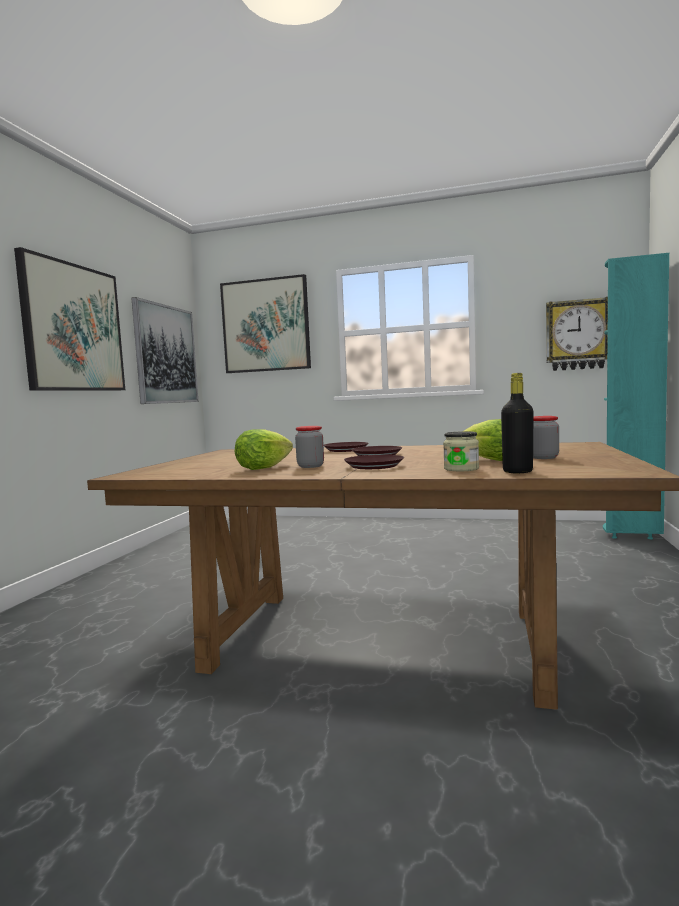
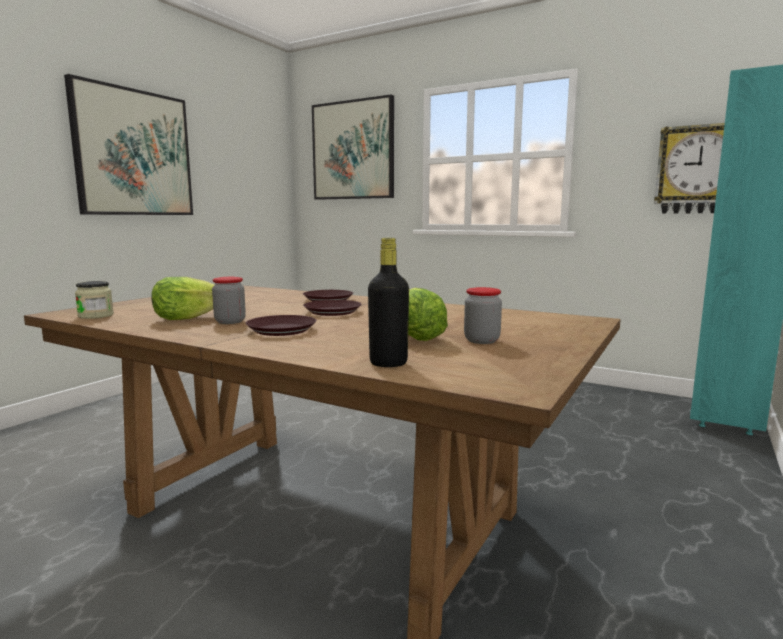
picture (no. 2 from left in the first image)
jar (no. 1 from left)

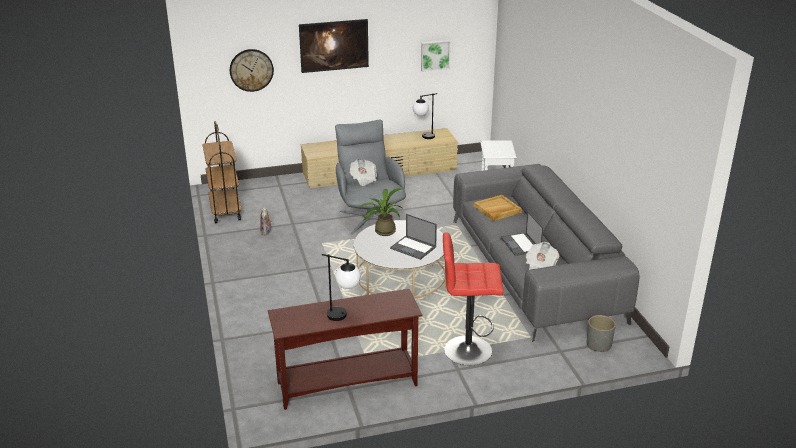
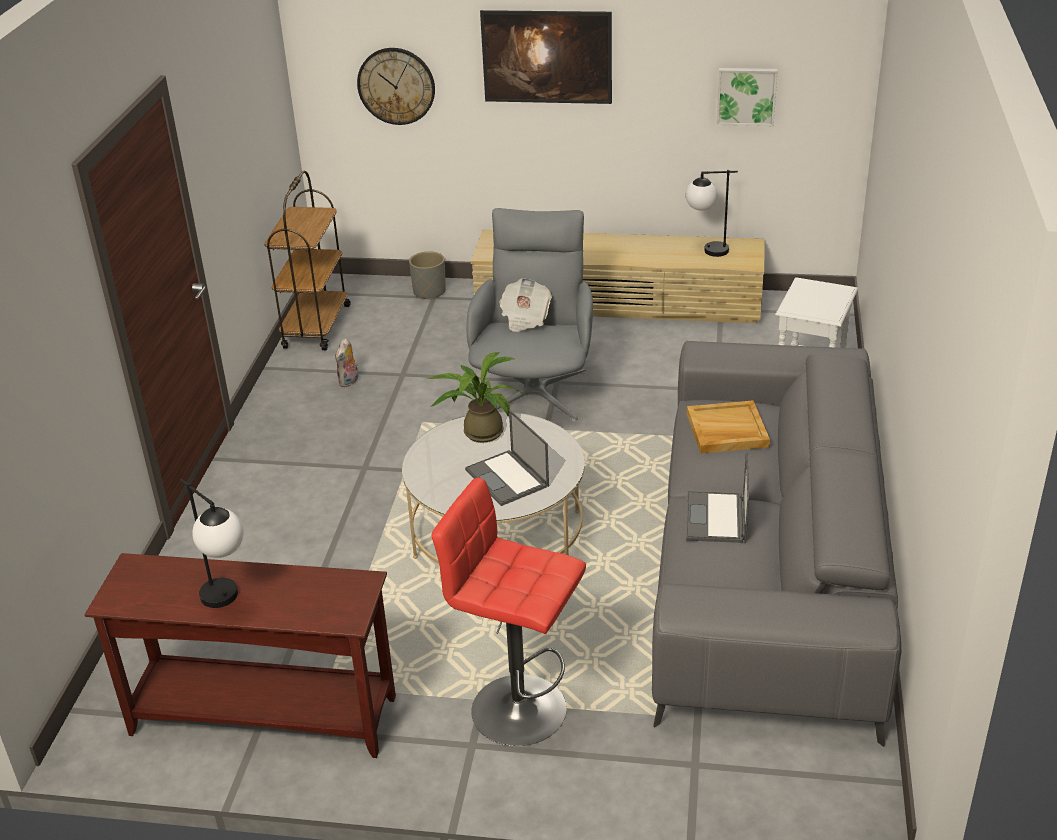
newspaper (no. 2 from left in the first image)
planter (grey)

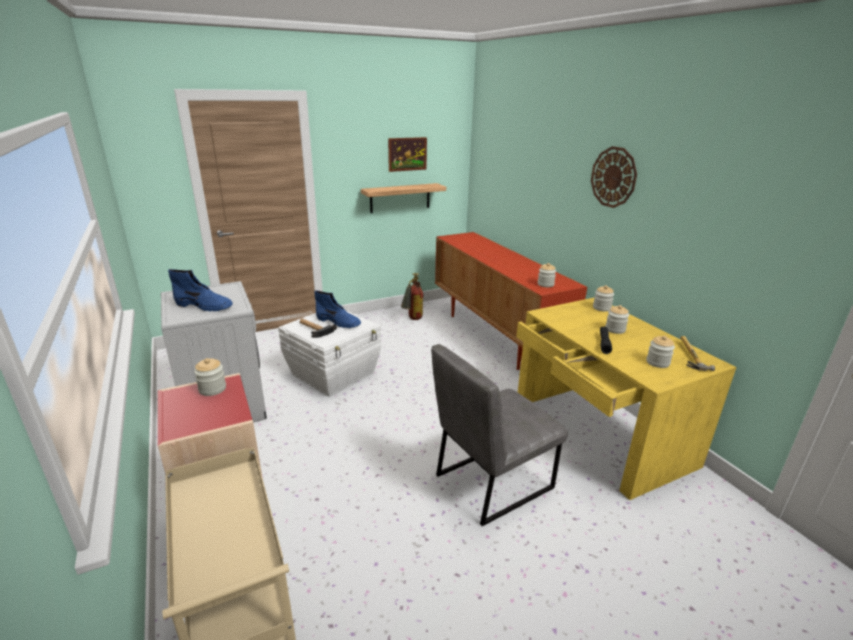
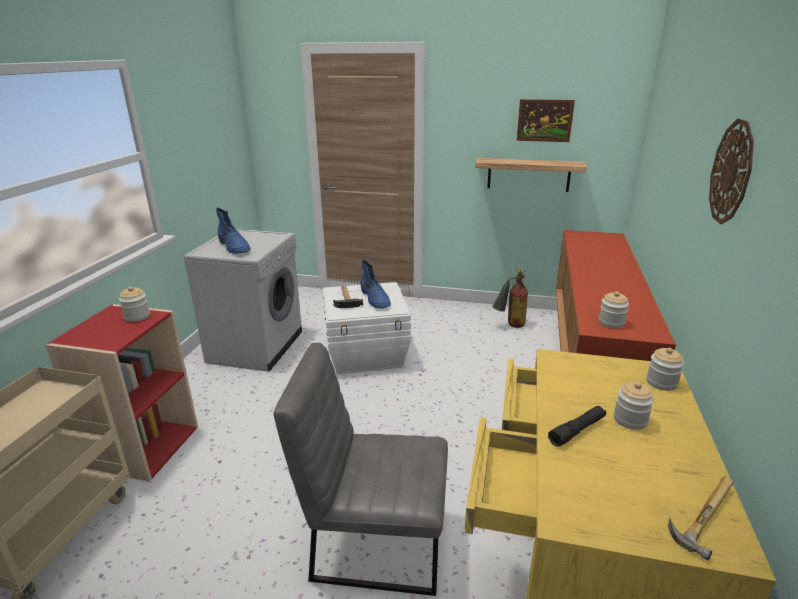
jar (no. 5 from left in the first image)

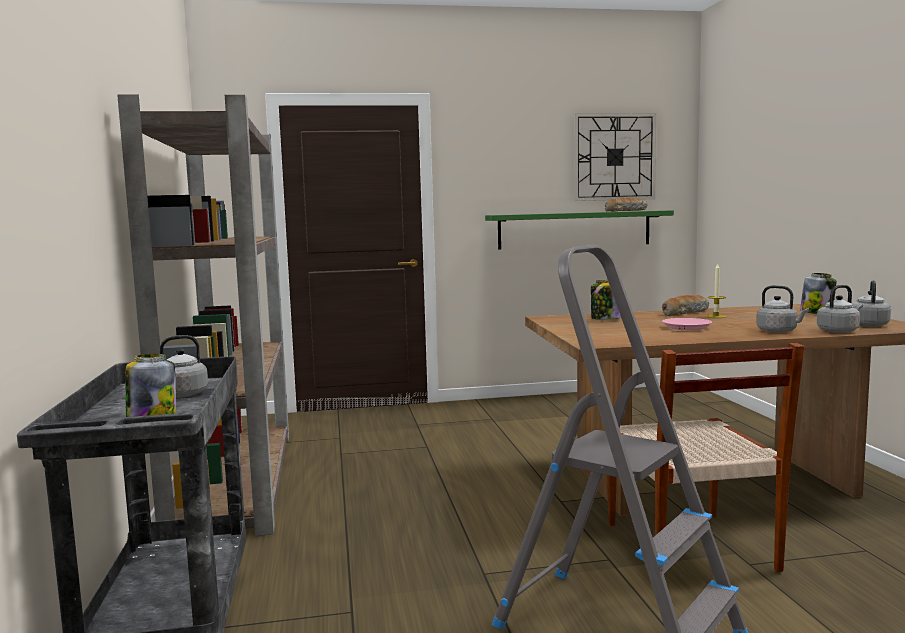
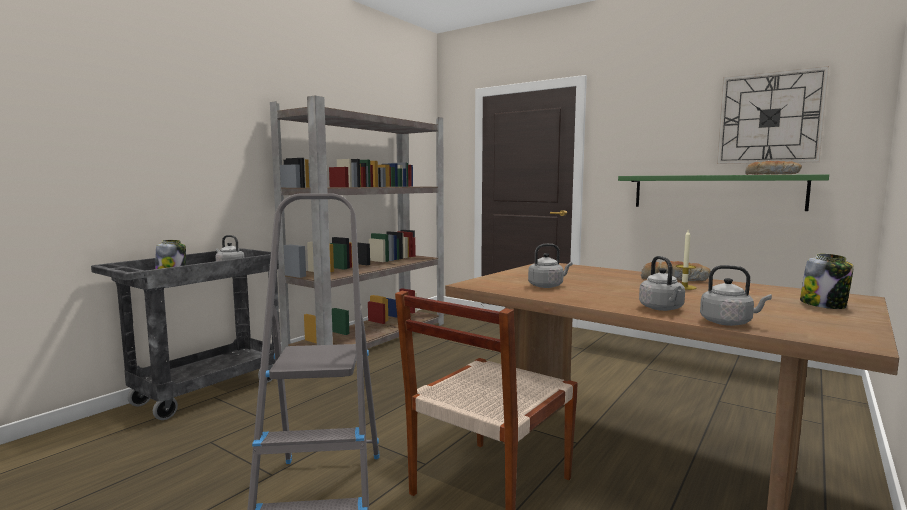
jar (no. 2 from left in the first image)
kettle (grey) (no. 2 from left)
plate (pink)

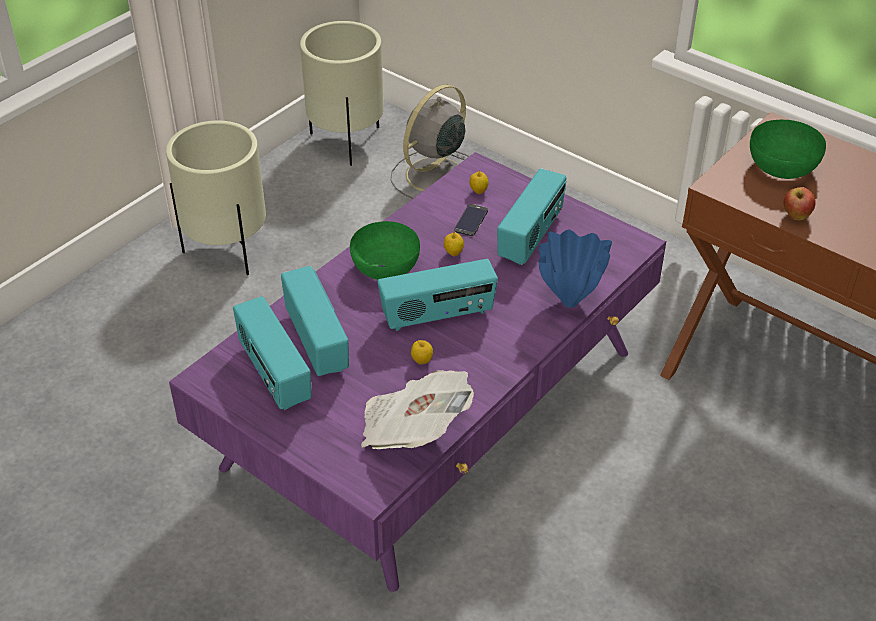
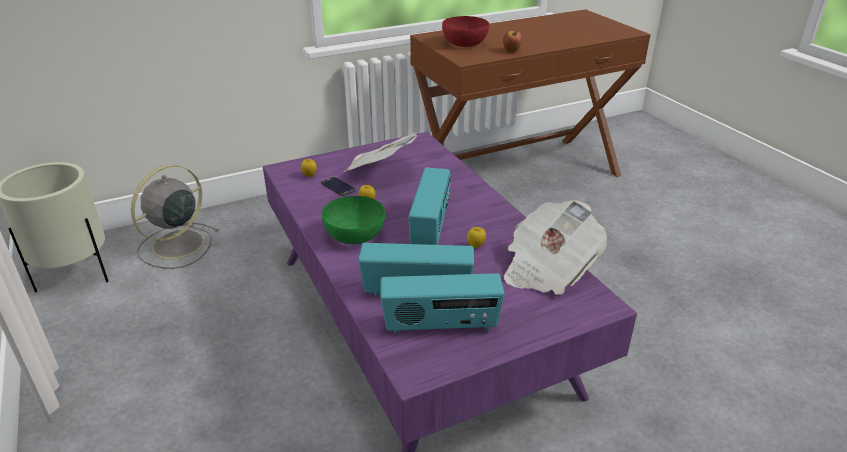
fan (grey)
bowl (red)
planter (beige) (no. 1 from left in the first image)
newspaper (no. 1 from left)
vase (blue)

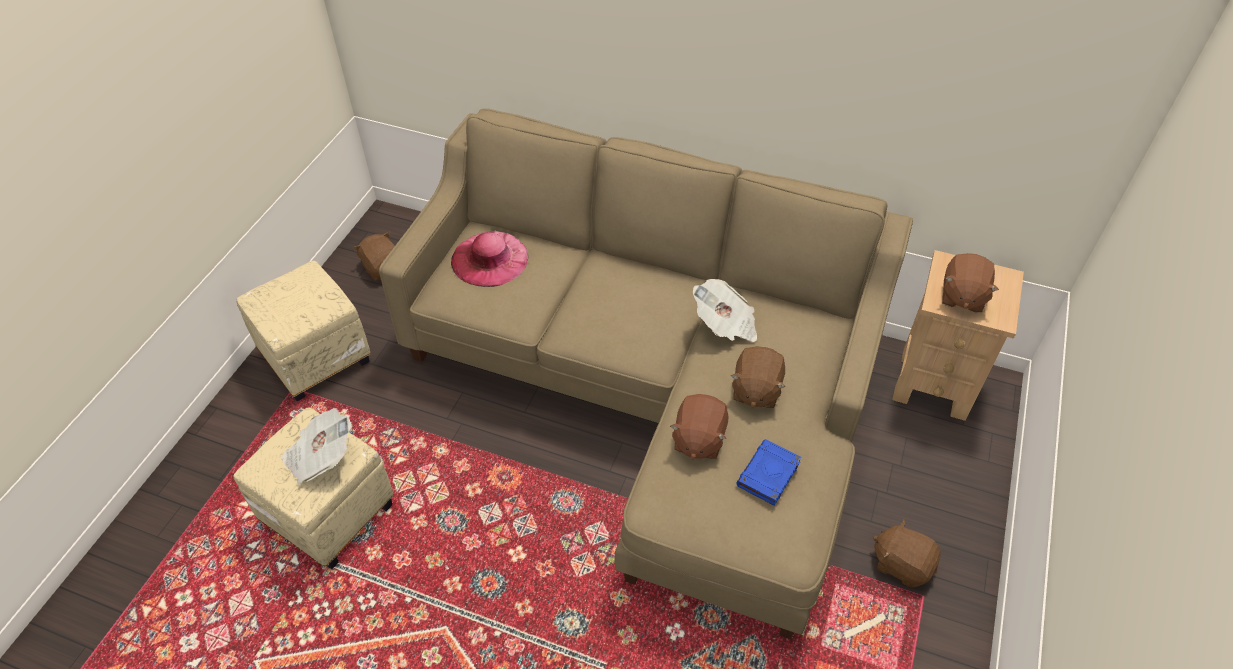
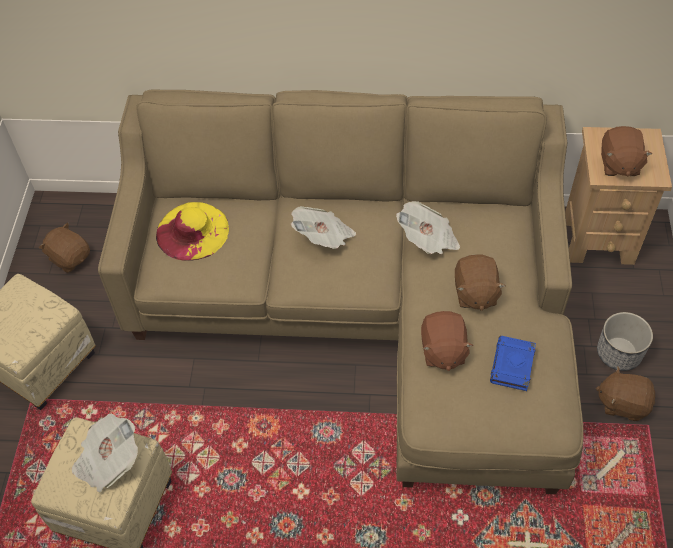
hat (yellow)
newspaper (no. 2 from left)
planter

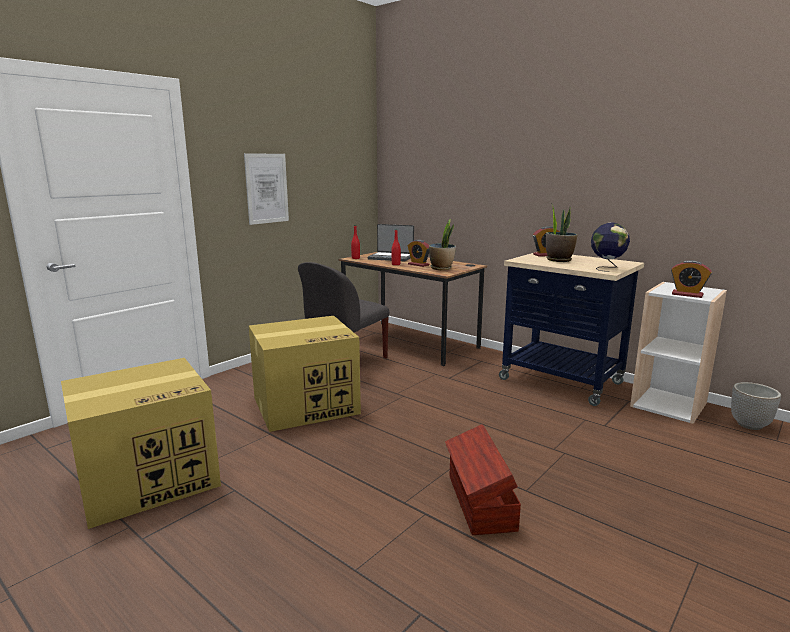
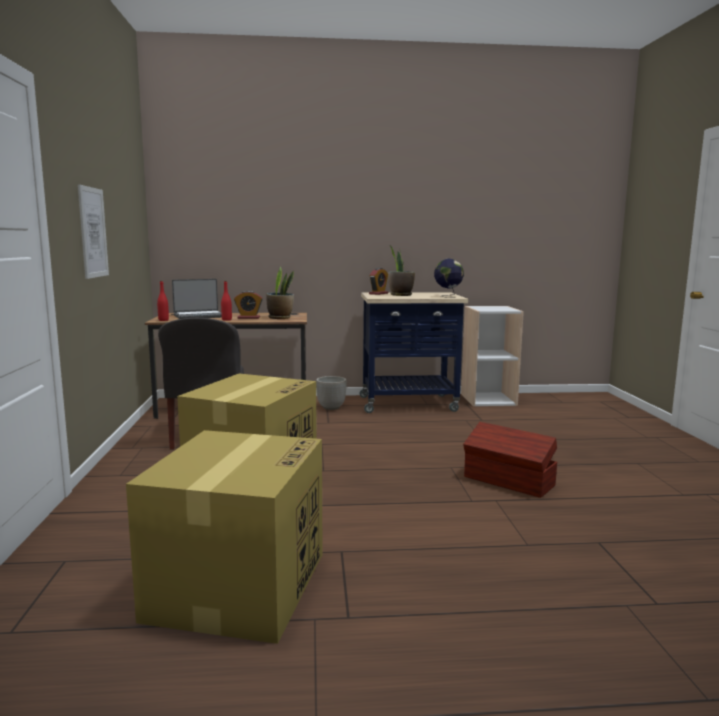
alarm clock (no. 3 from left in the first image)
planter

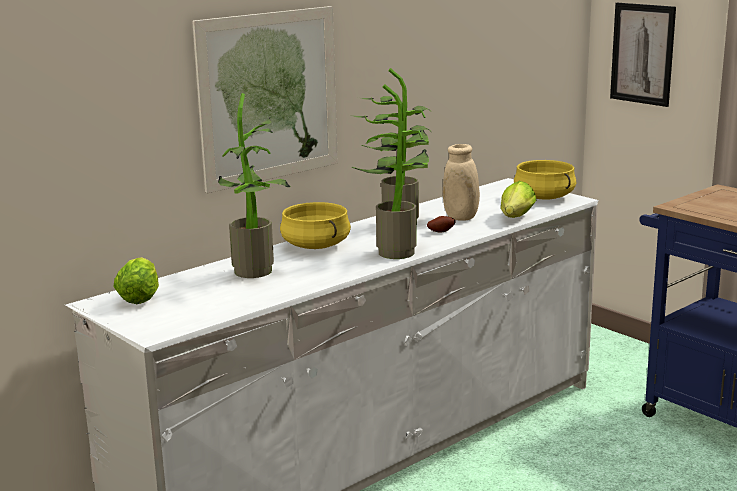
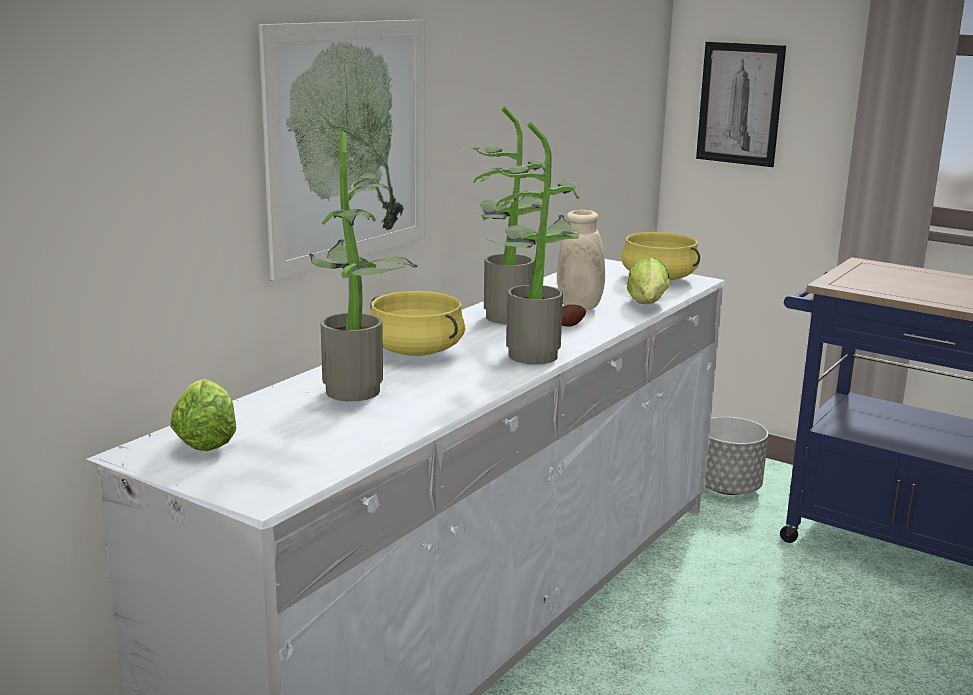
planter (grey)

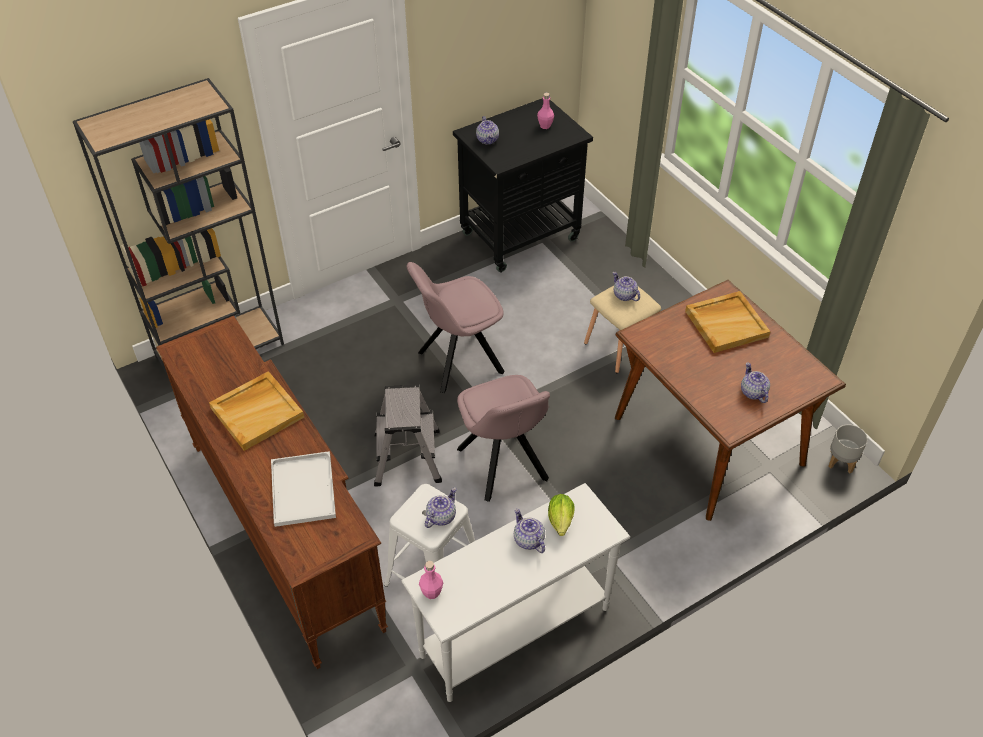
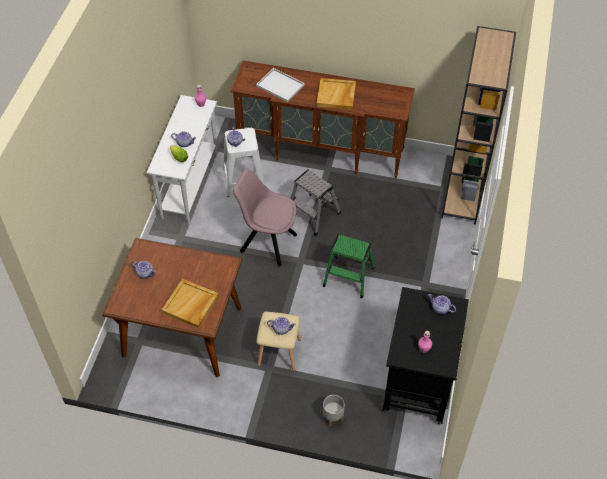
step ladder (green)
planter (grey)

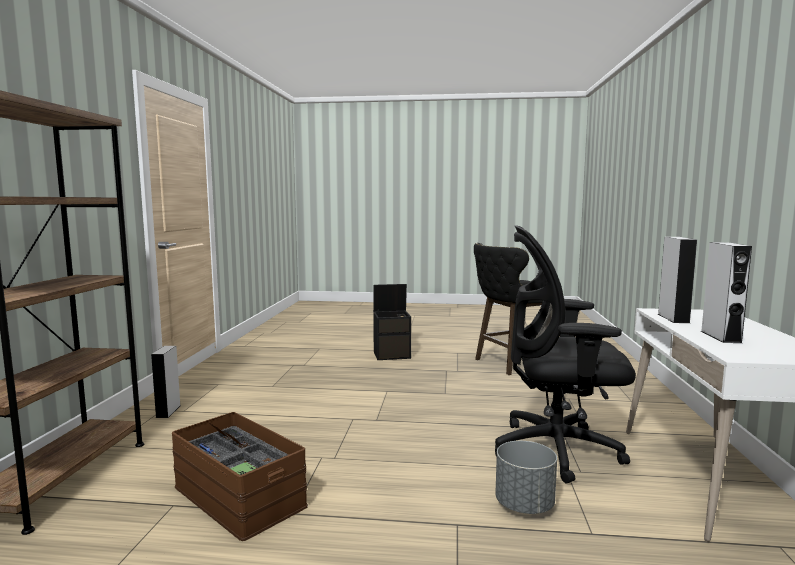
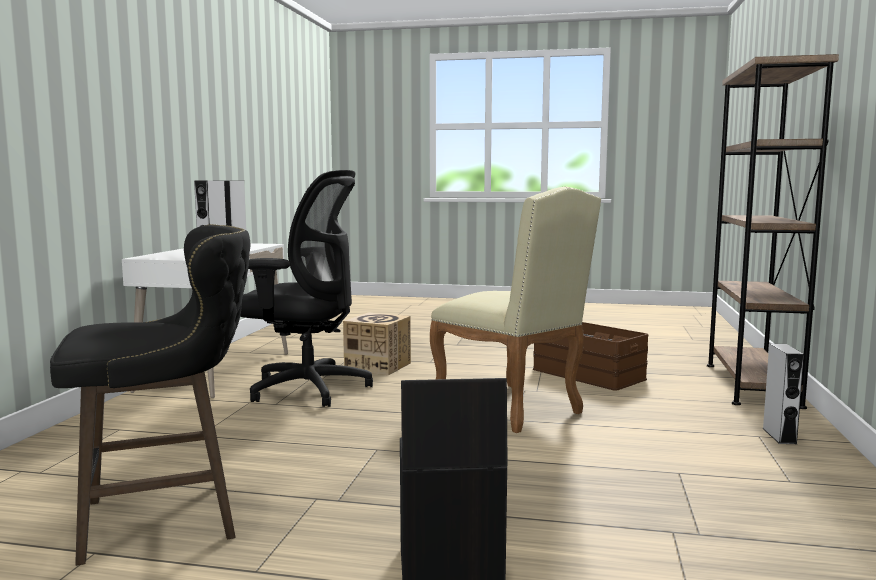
cardboard box
chair (beige)

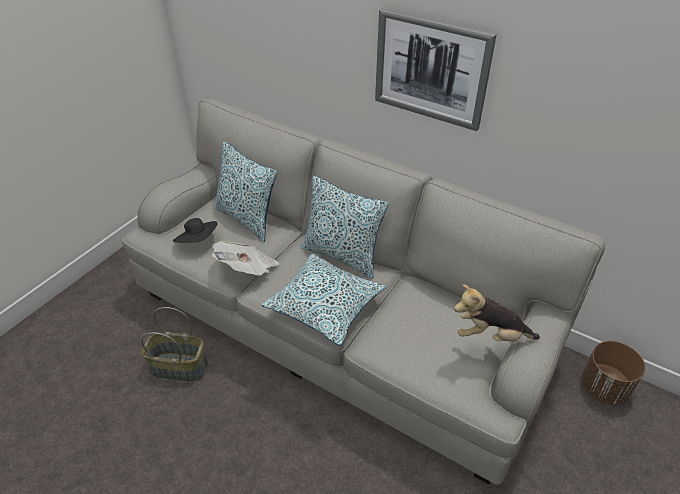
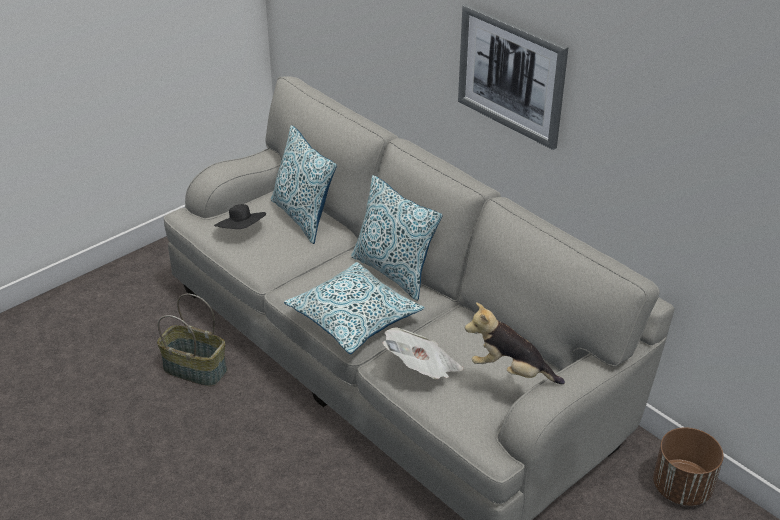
newspaper

